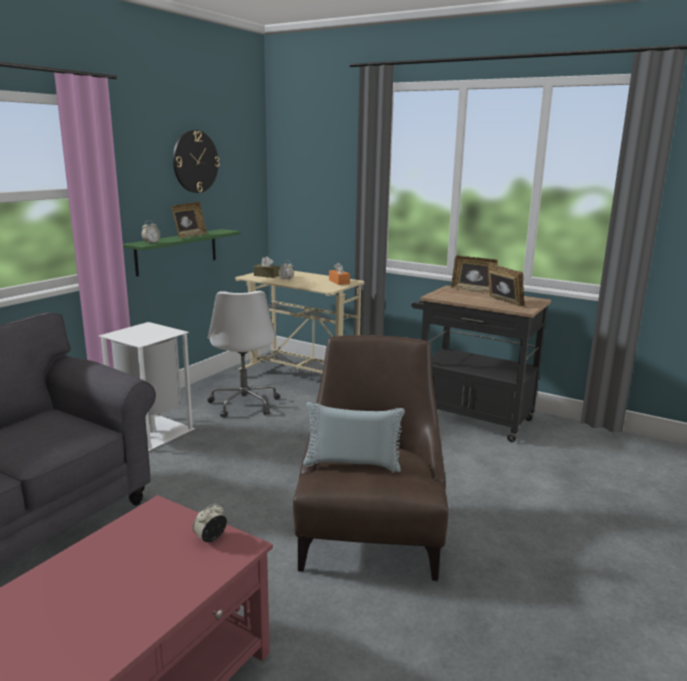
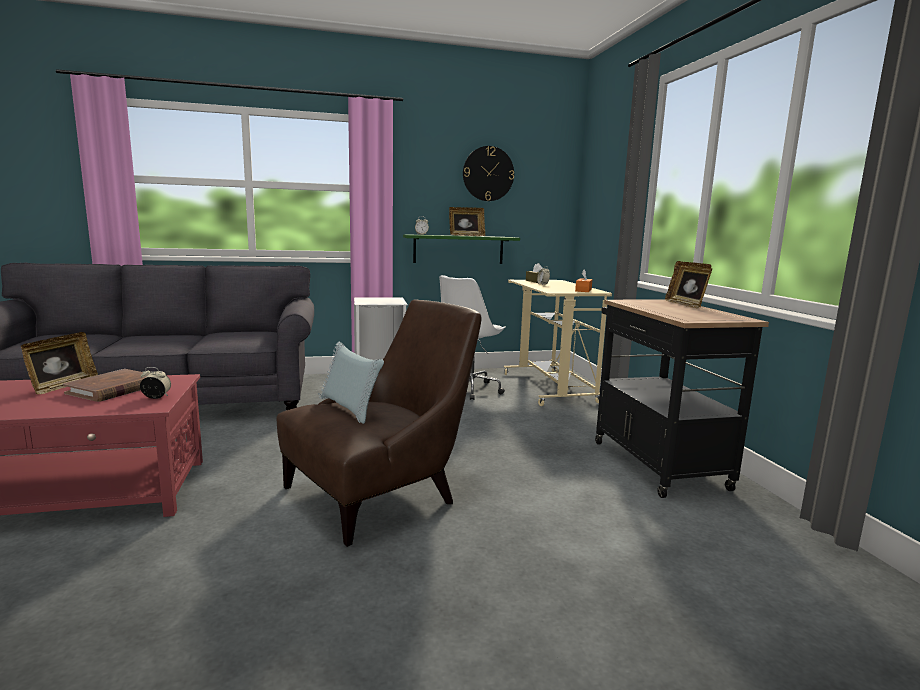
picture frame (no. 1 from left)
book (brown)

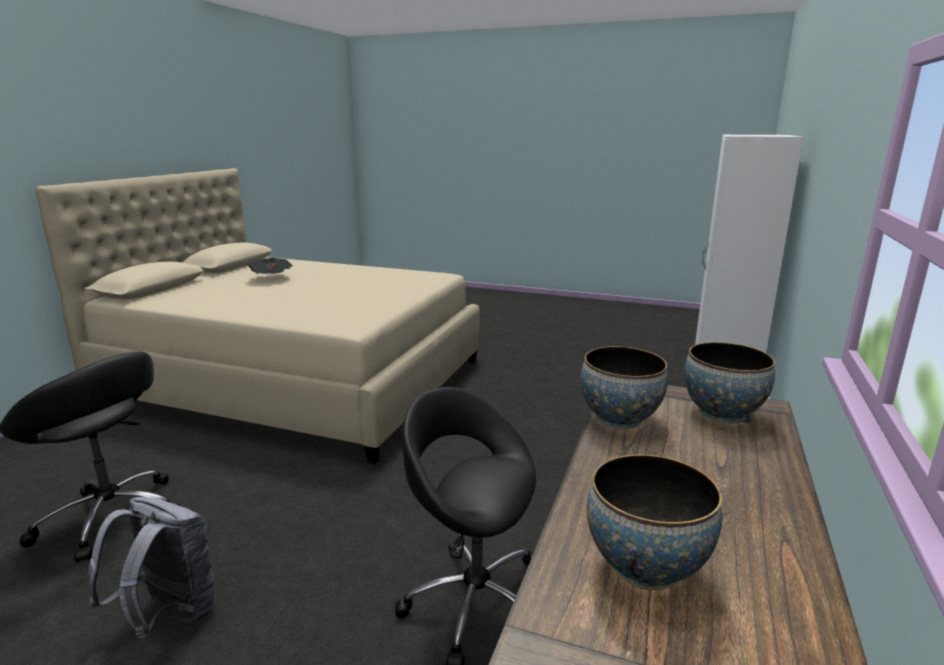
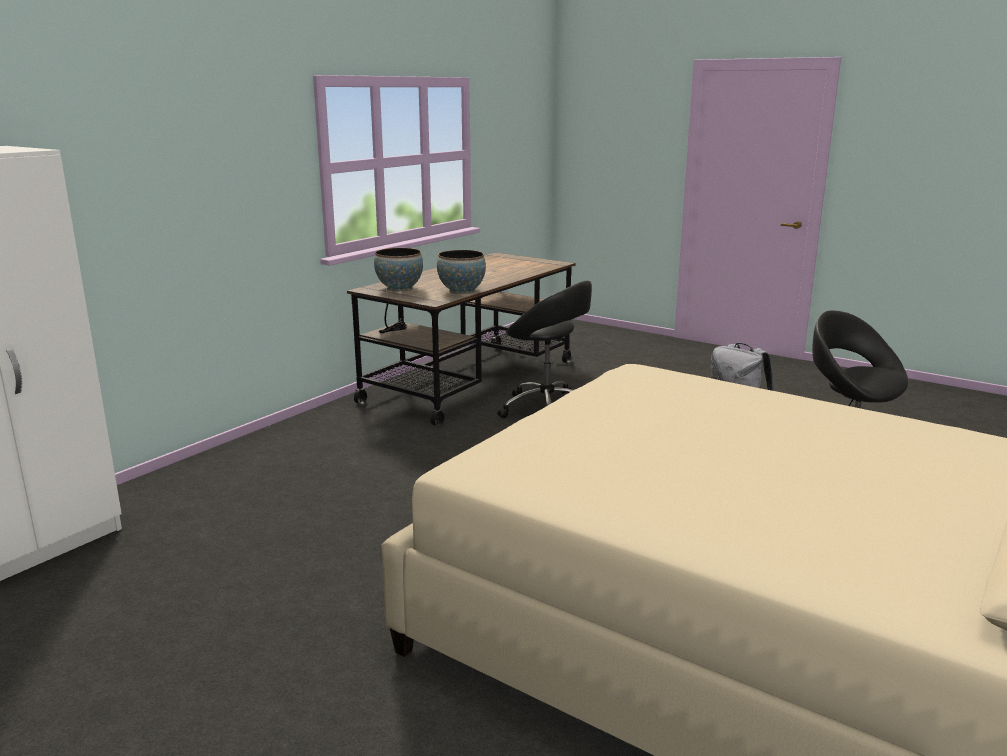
newspaper
bowl (no. 2 from left in the first image)

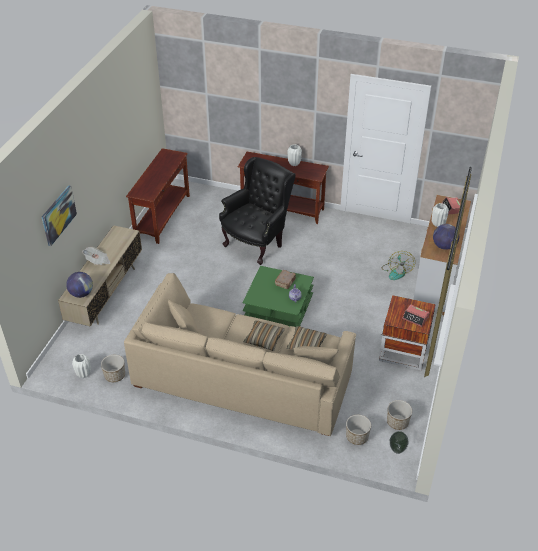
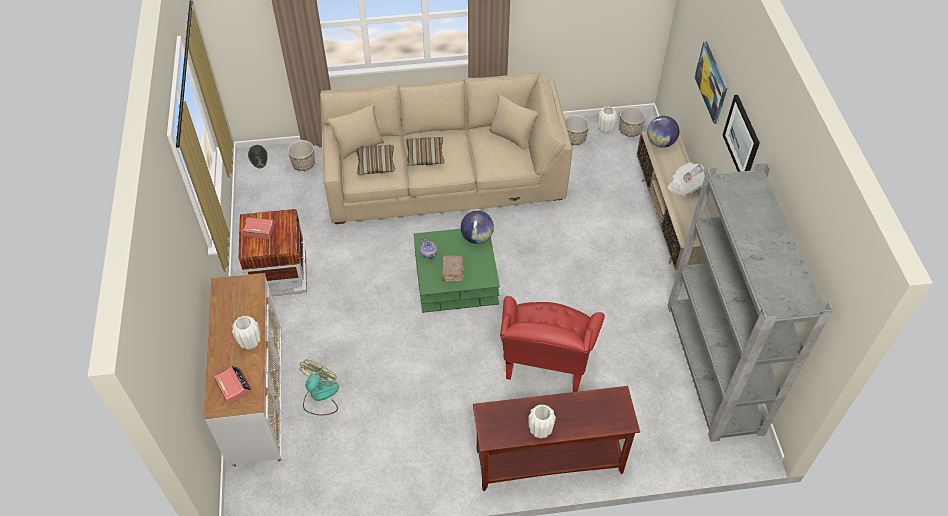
bookcase (grey)
armchair (red)
globe (no. 1 from left)
fan
planter (no. 3 from left)
picture (no. 2 from left)

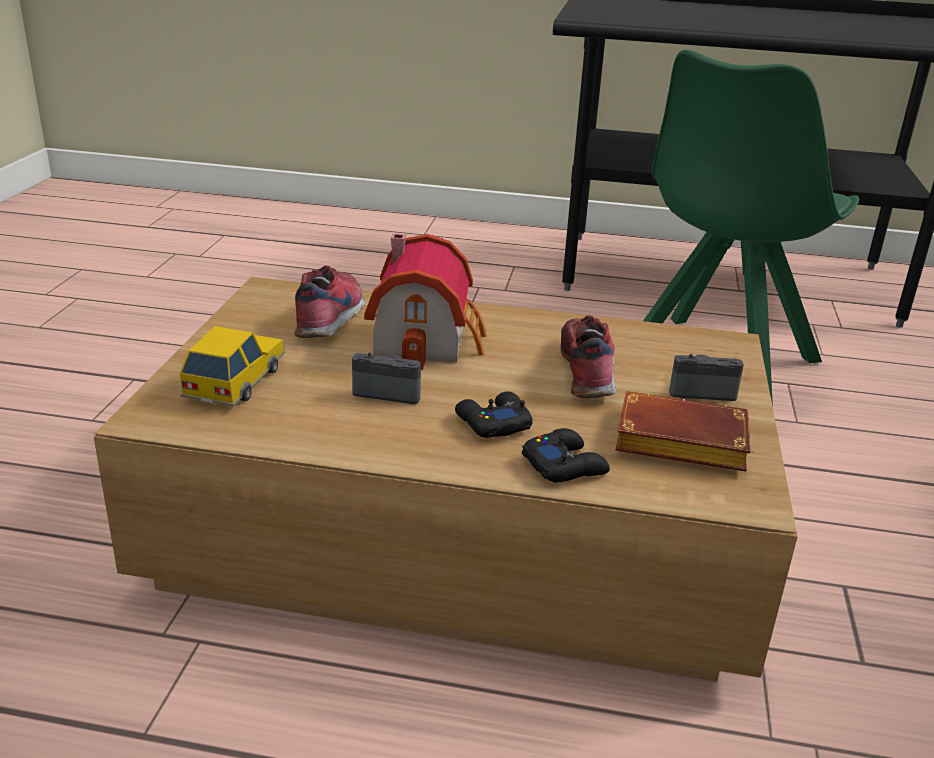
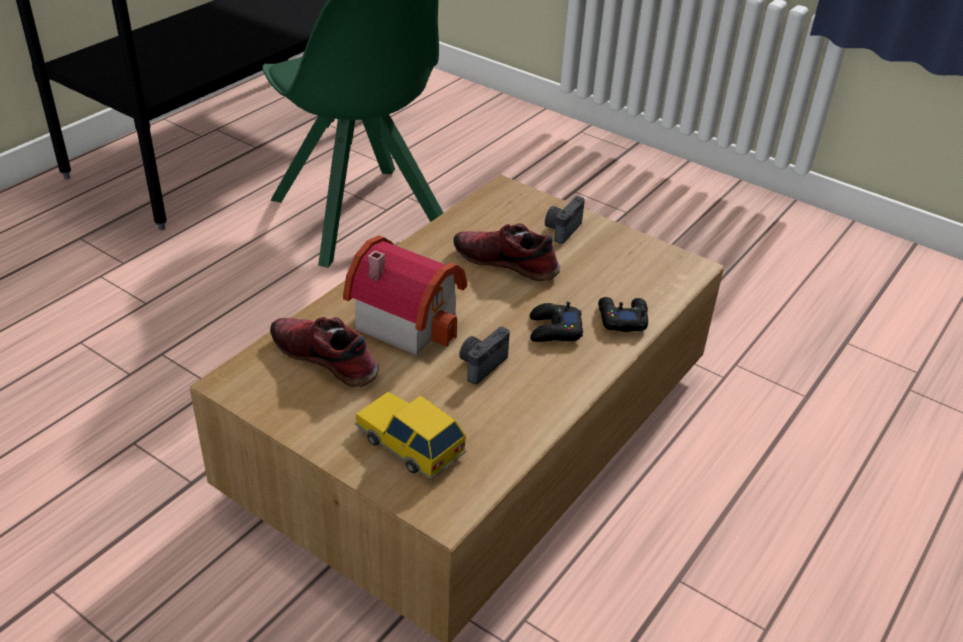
book (brown)

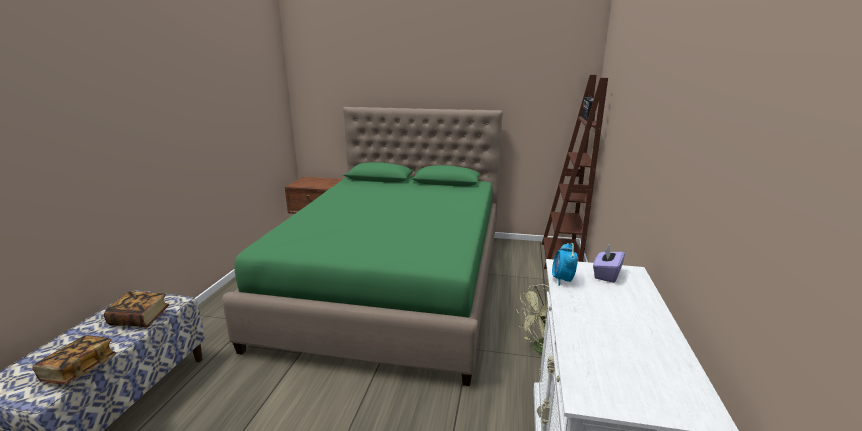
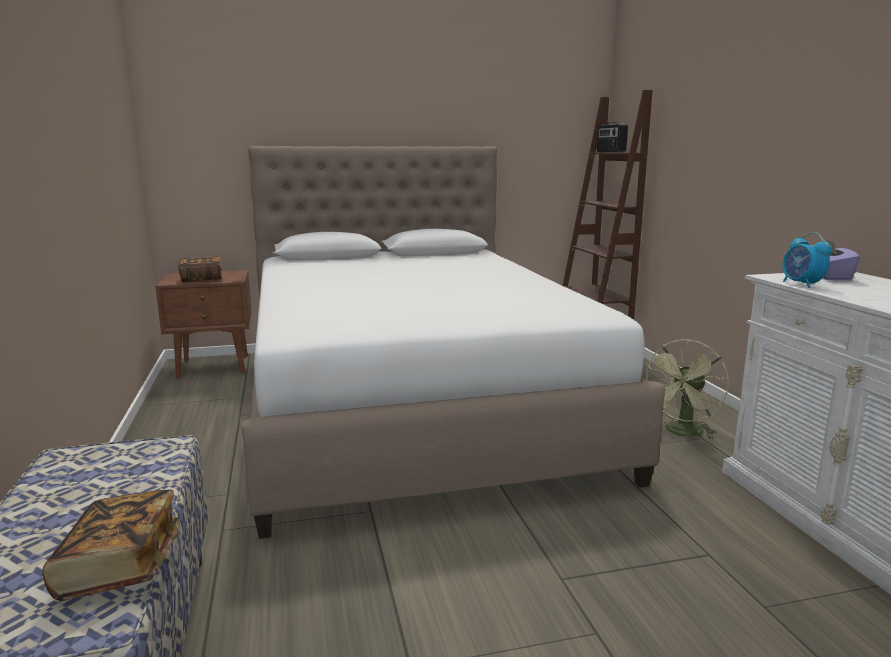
bed (white)
book (no. 2 from left)

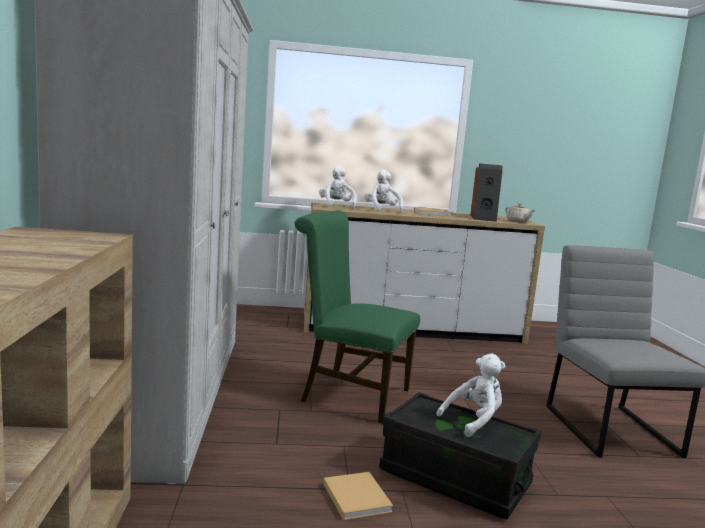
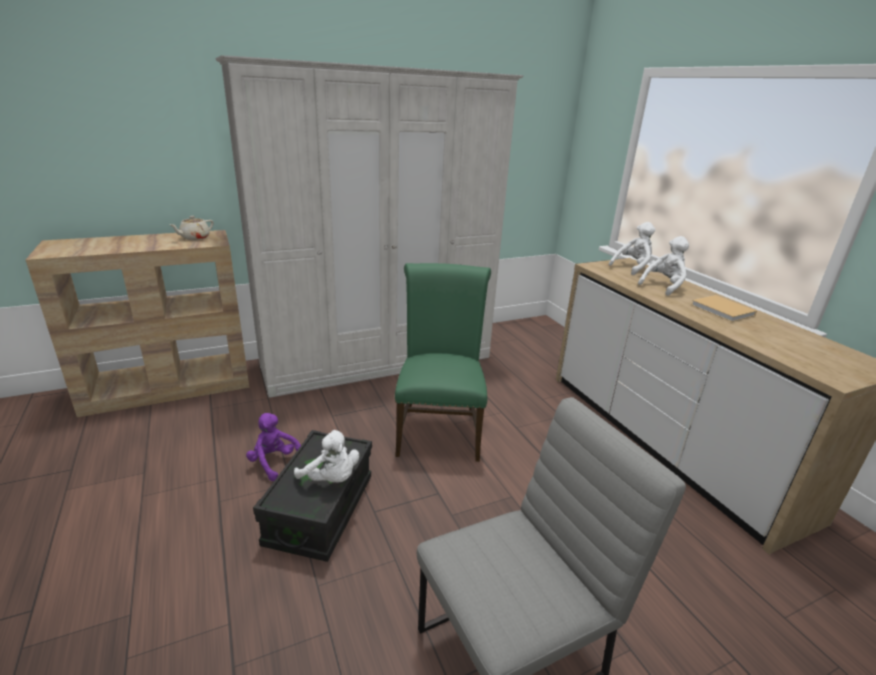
speaker
teapot (beige)
plush toy (purple)

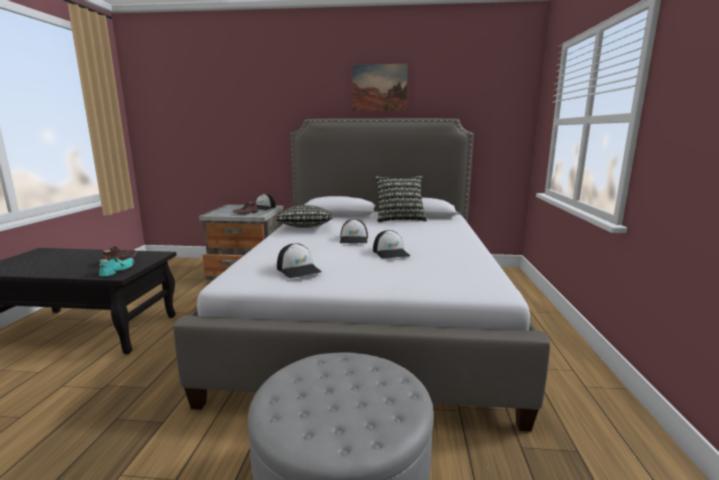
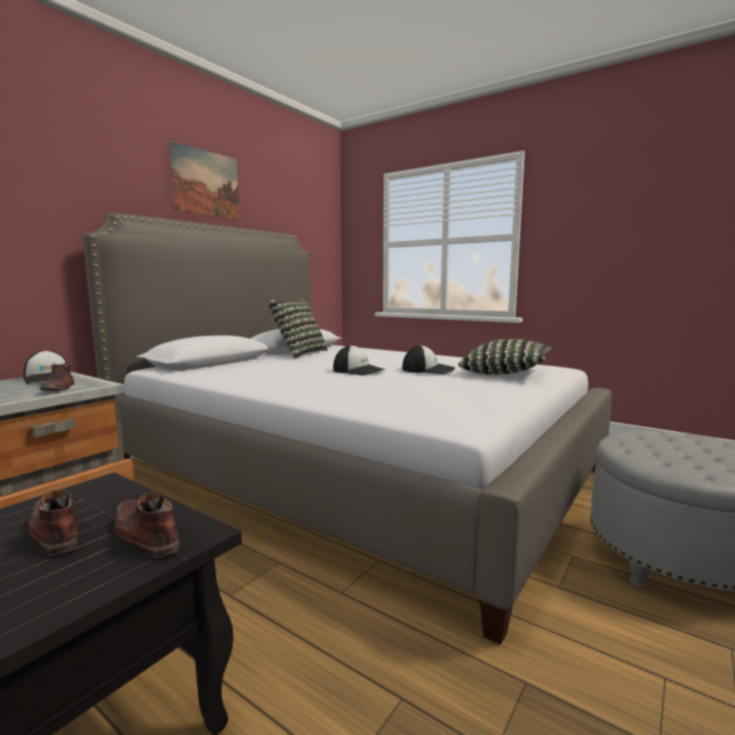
pillow (no. 2 from left)
cap (no. 2 from left in the first image)
shoe (brown) (no. 3 from left)

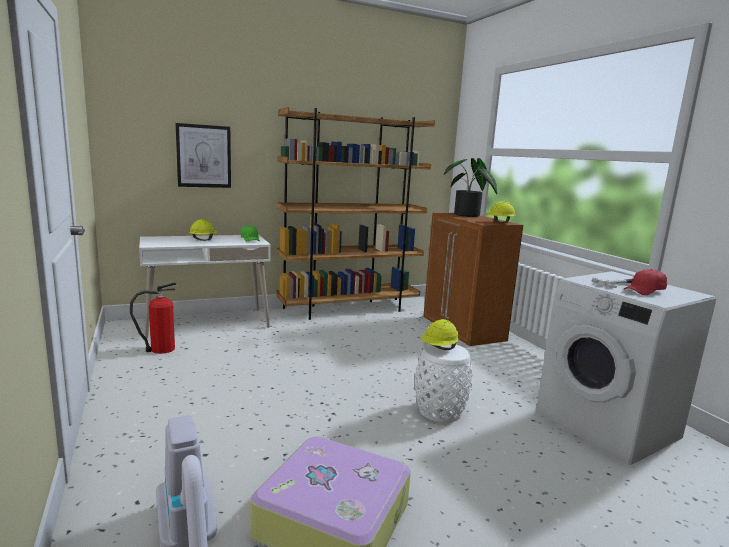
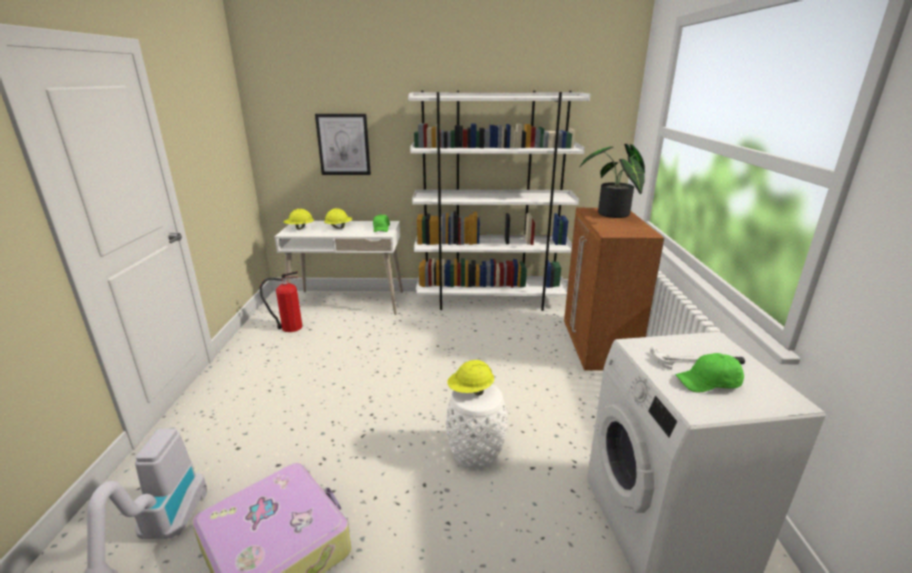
bookcase (white)
hard hat (yellow) (no. 1 from left)
cap (green) (no. 2 from left)

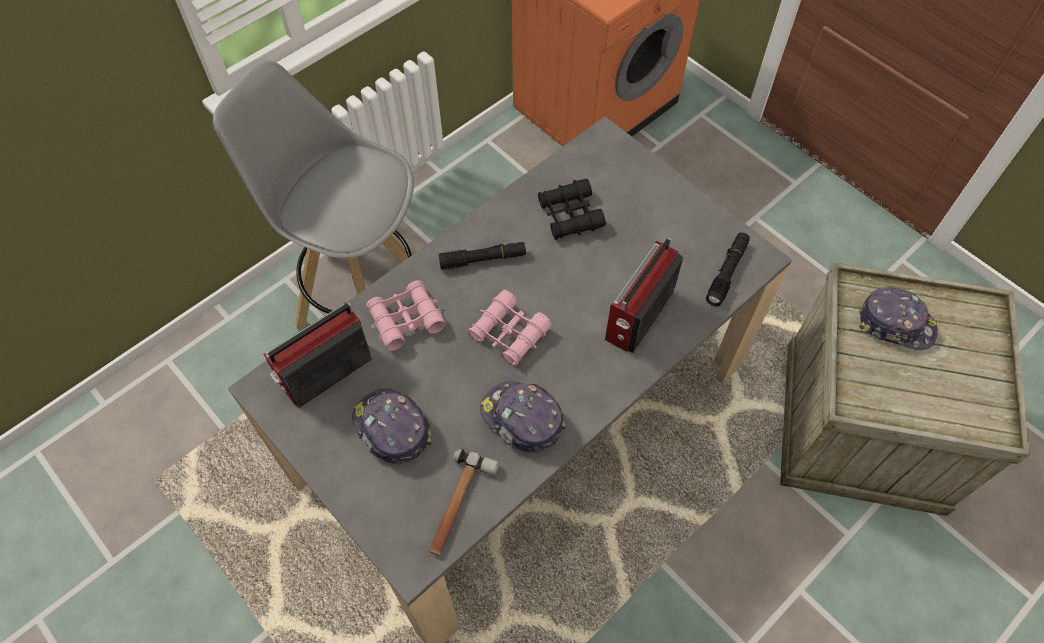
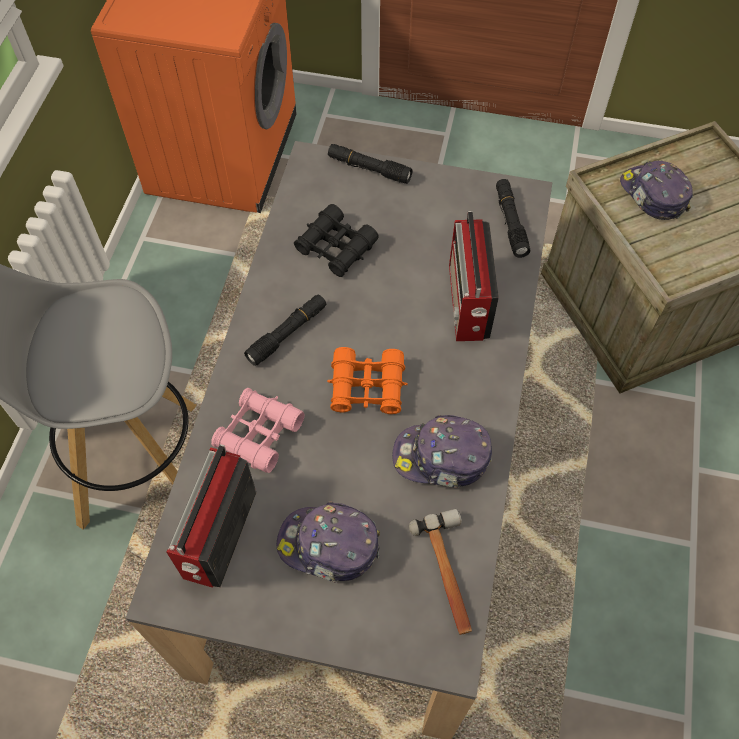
cap (no. 3 from left)
binoculars (orange)
flashlight (black) (no. 2 from left)

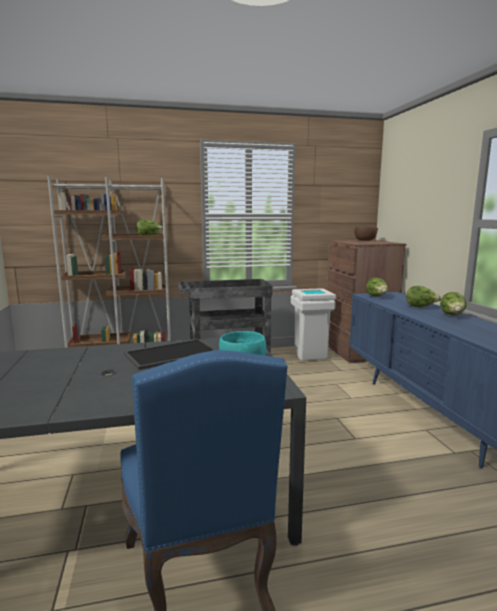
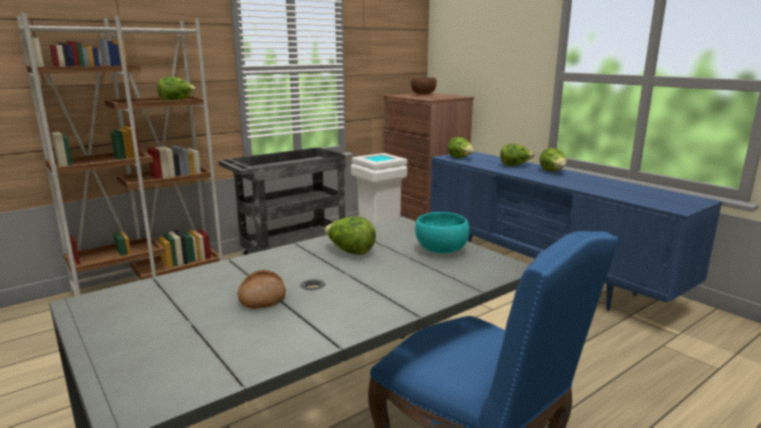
lettuce (no. 2 from left)
bread

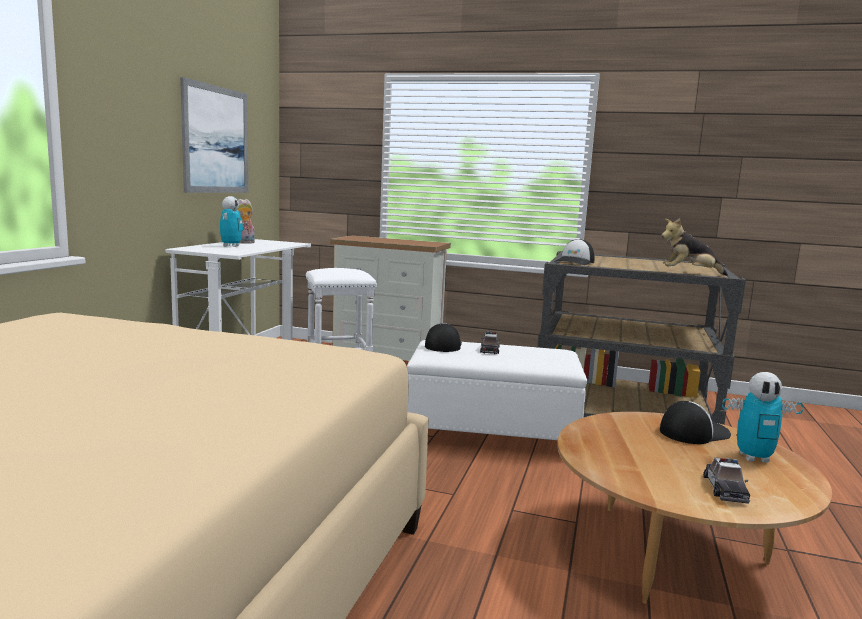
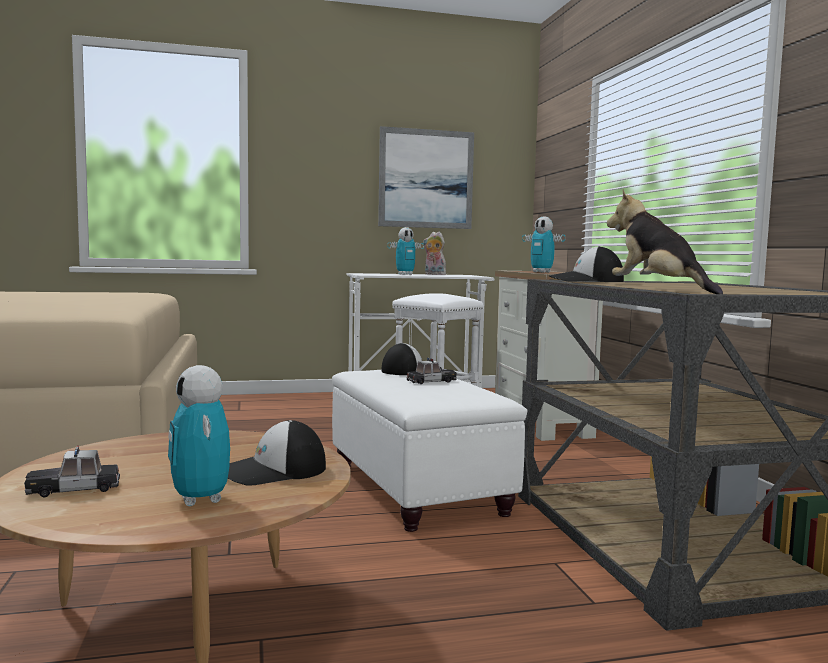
cap (no. 1 from left)
toy robot (no. 3 from left)

